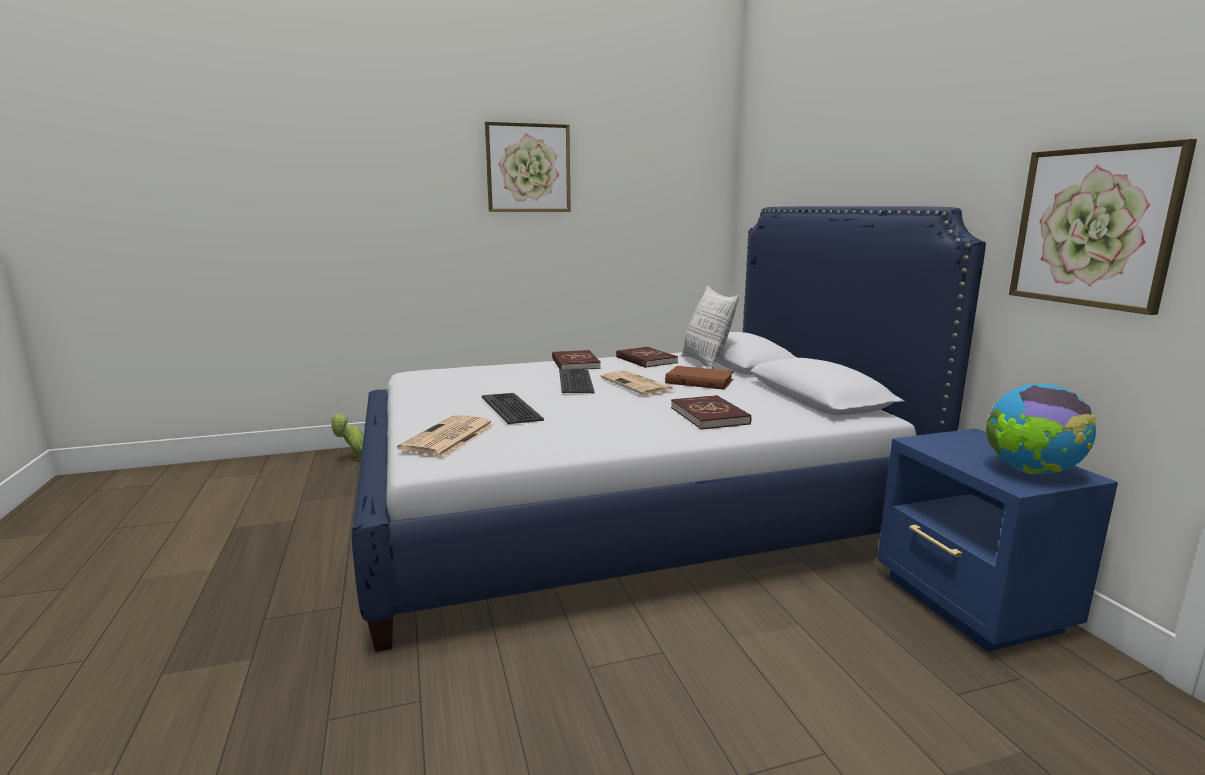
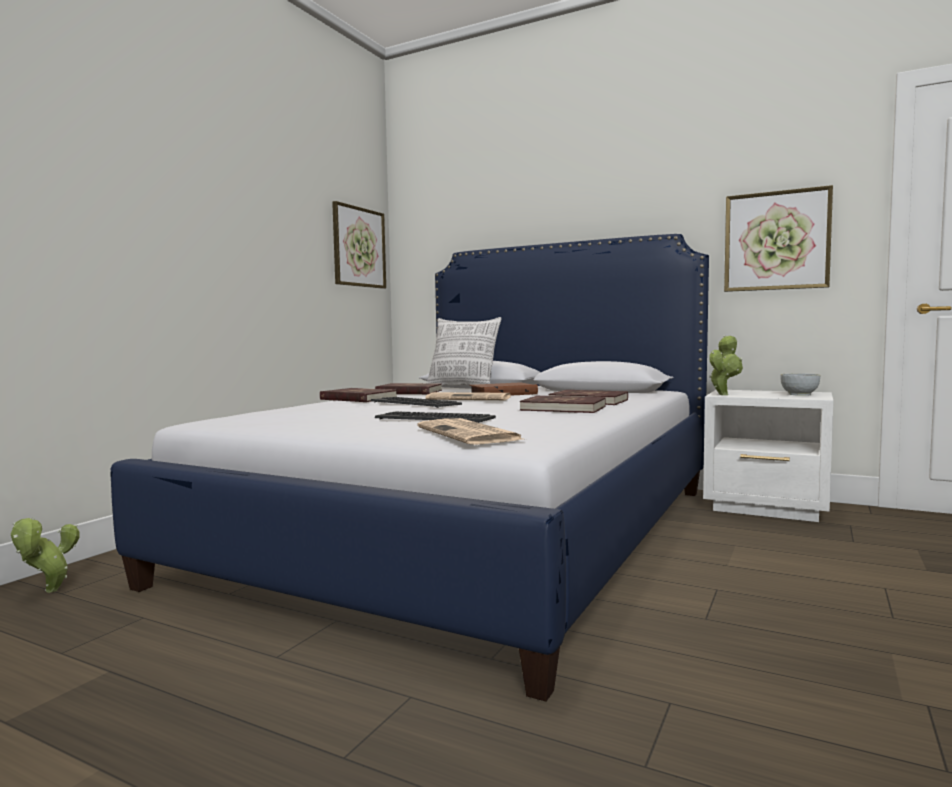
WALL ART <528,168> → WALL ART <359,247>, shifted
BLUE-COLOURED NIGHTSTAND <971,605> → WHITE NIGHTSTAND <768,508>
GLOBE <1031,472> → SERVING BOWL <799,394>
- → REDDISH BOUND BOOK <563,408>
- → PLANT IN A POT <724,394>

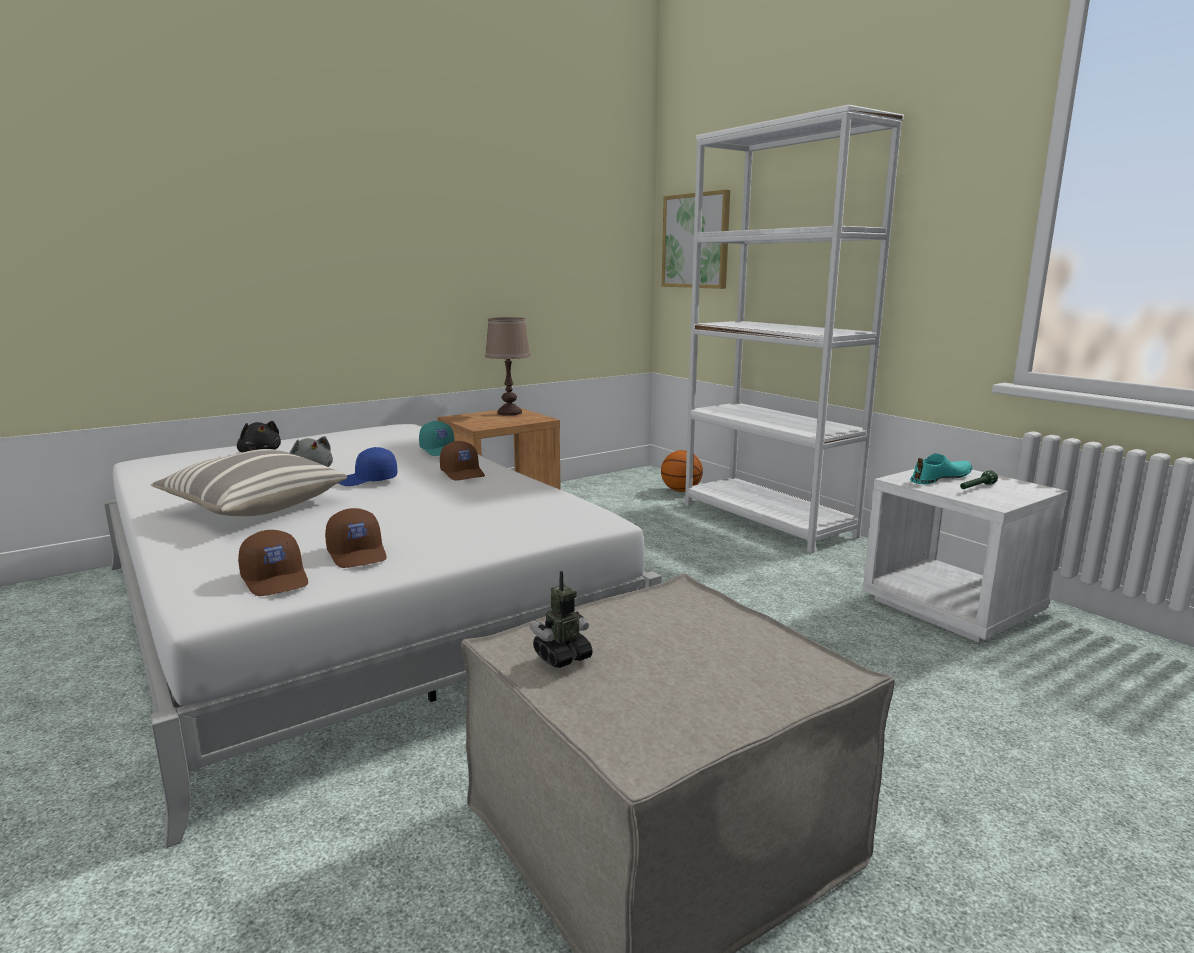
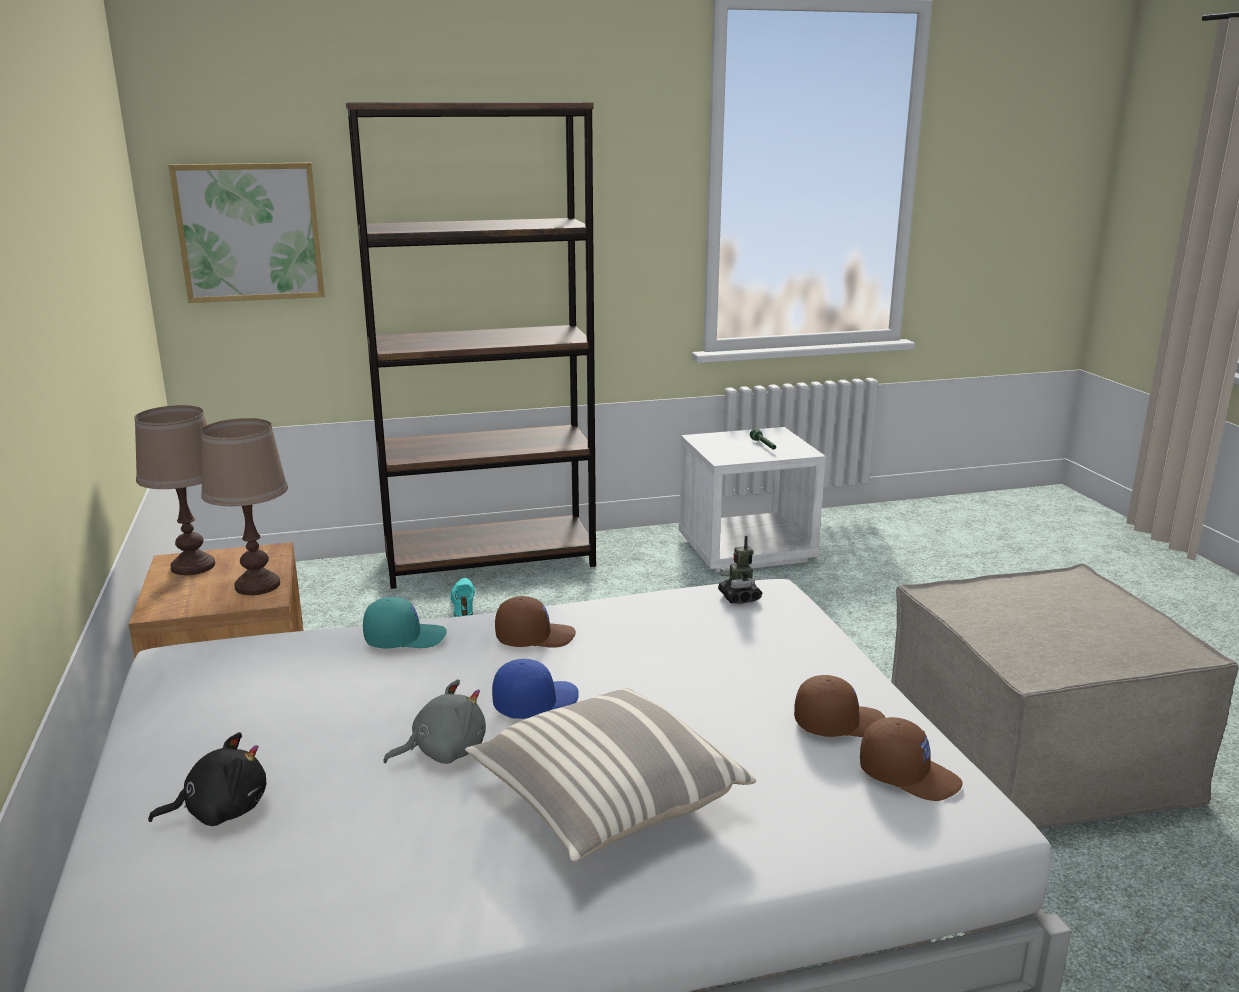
BROWN PEAKED CAP <277,580> → BROWN PEAKED CAP <909,775>, 45 degrees clockwise
BLUE-COLOURED PEAKED CAP <367,480> → BLUE-COLOURED PEAKED CAP <535,702>, 135 degrees counterclockwise
MODEL ROBOT <562,657> → MODEL ROBOT <739,597>, shifted
BASKETBALL BALL <681,491> → -
WHITE SHELVING UNIT <767,520> → BROWN SHELVING UNIT <490,560>
TURQUOISE SHOE <941,478> → TURQUOISE SHOE <464,603>, shifted
- → BROWN LAMP FOR A TABLE <257,586>

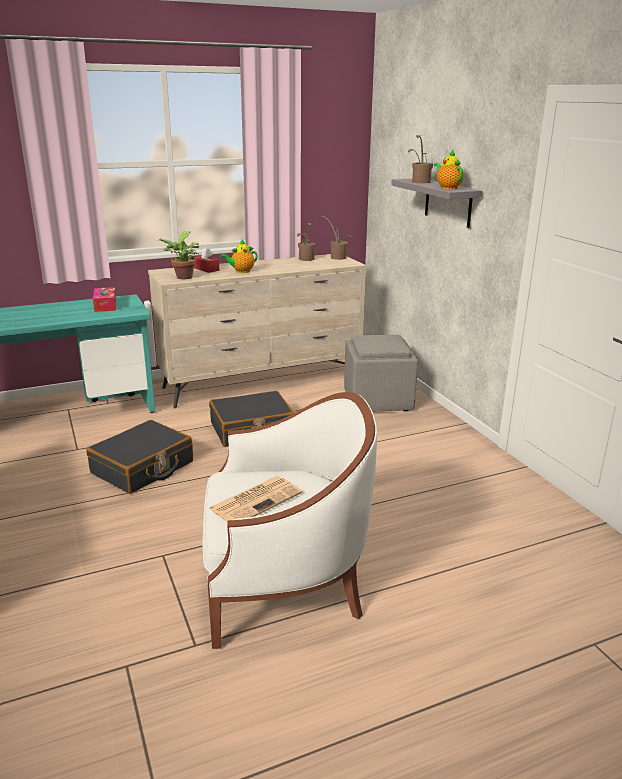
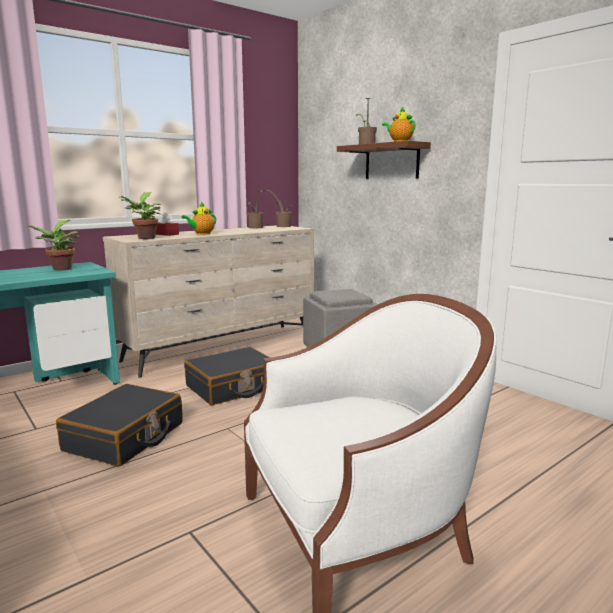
TISSUE BOX <105,305> → PLANT IN A POT <60,269>
NEWSPAPER <256,500> → -
GRAY SHELF <448,202> → BROWN SHELF <391,161>

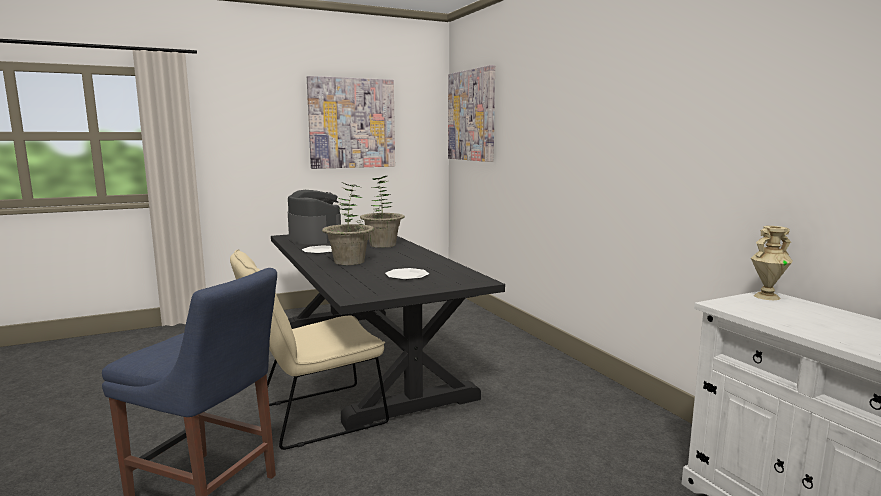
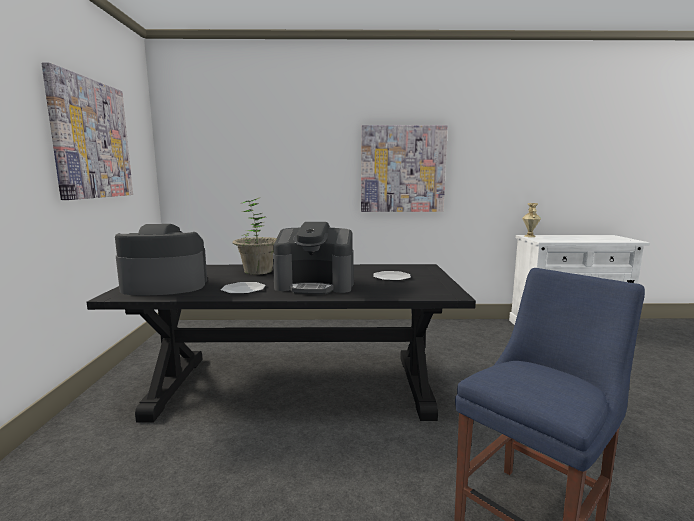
BEIGE PLAIN CHAIR <312,417> → -
PLANT IN A POT <349,261> → COFFEE MAKER <315,285>
WALL ART <472,115> → WALL ART <402,169>, shifted

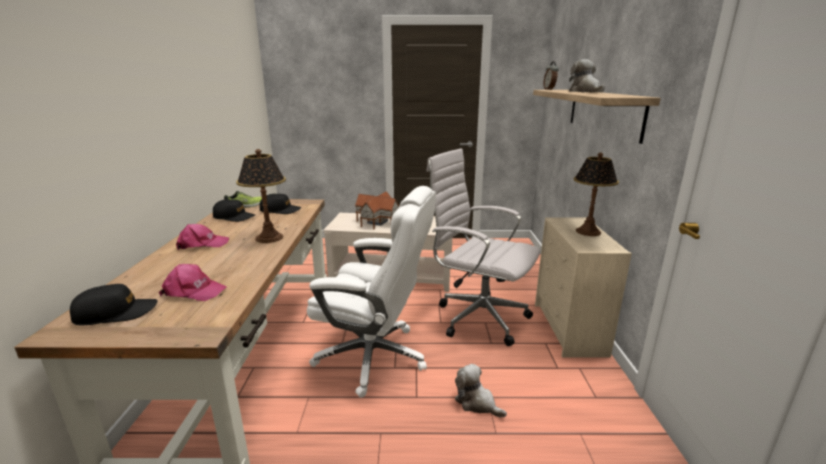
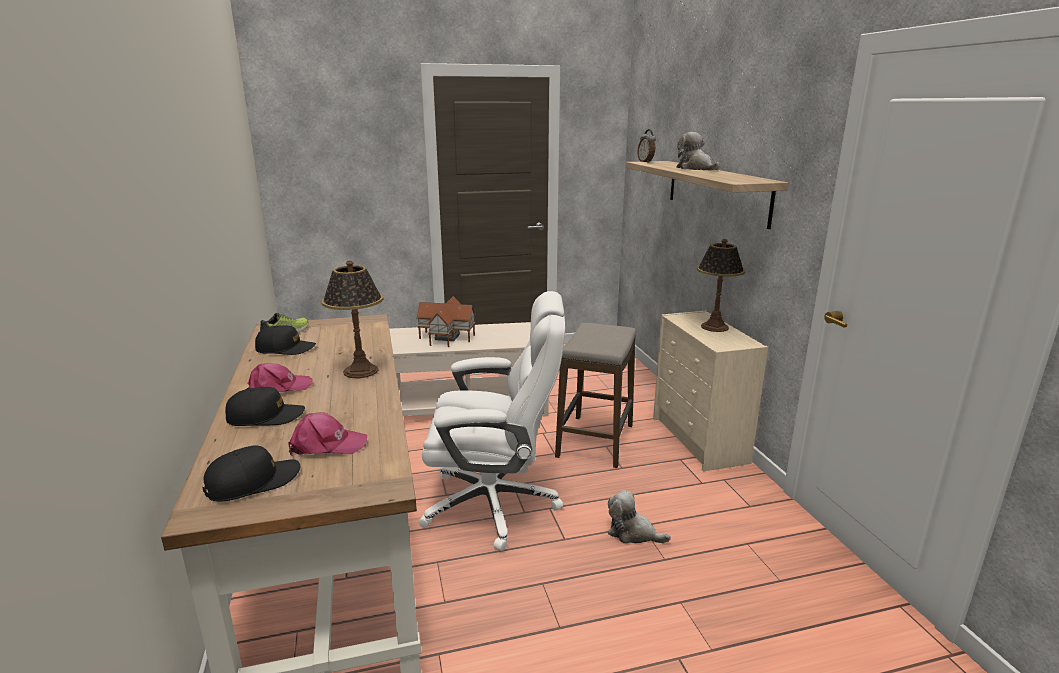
BLACK-COLOURED PEAKED CAP <280,210> → BLACK-COLOURED PEAKED CAP <266,417>, shifted
WHITE DESK CHAIR <478,317> → SITTING STOOL <595,441>

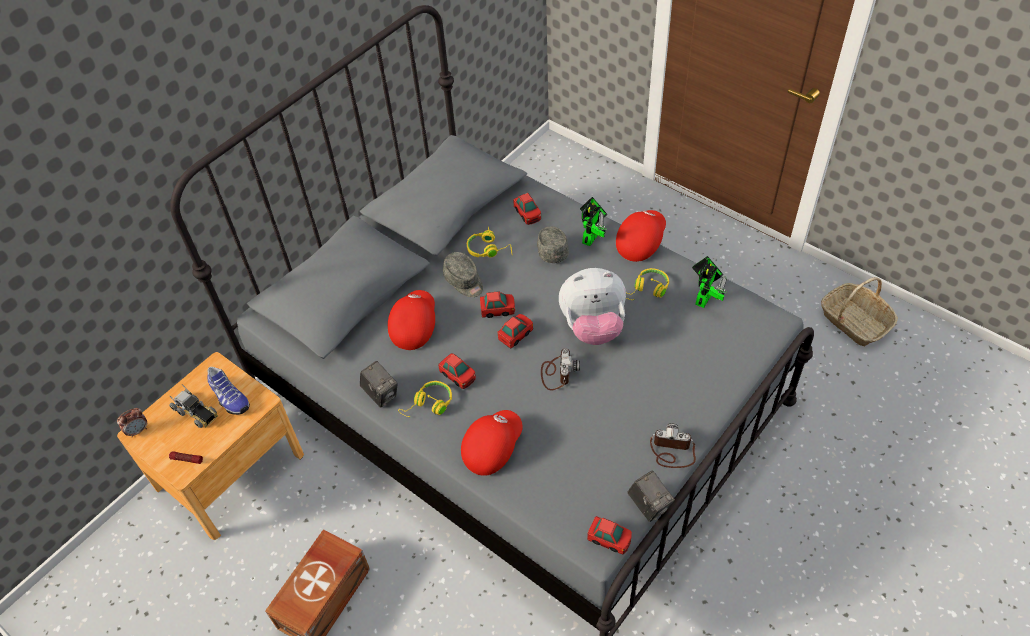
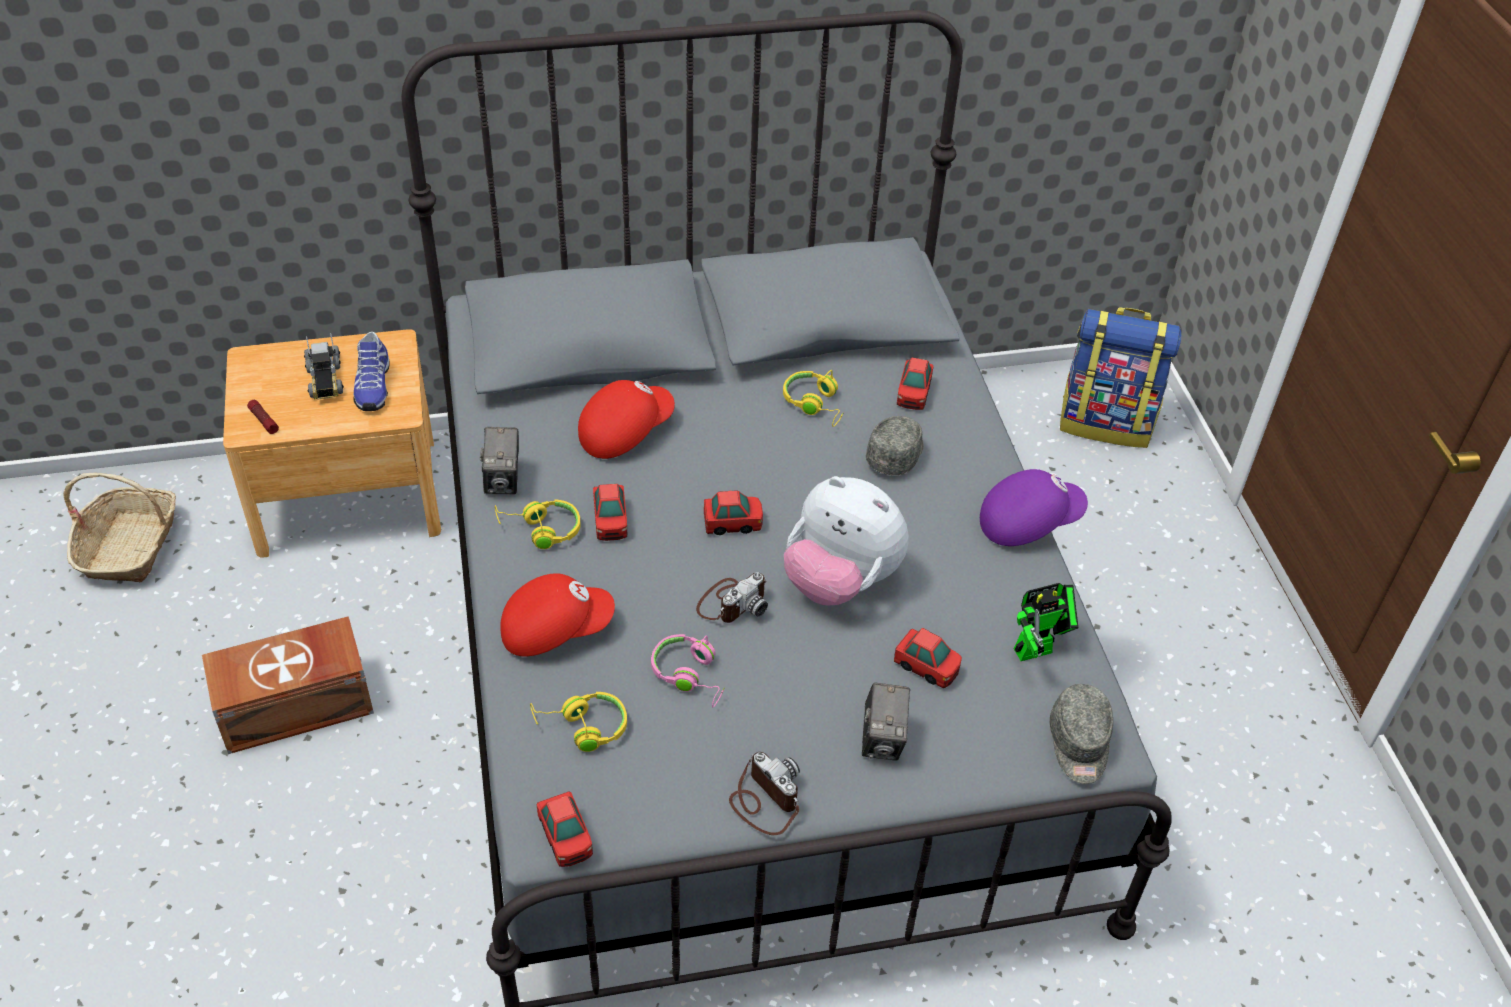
BEDSIDE CLOCK <138,430> → -
GRAY PEAKED CAP <464,281> → GRAY PEAKED CAP <1079,744>, shifted
MINIATURE CAR <498,310> → MINIATURE CAR <927,667>, shifted
MODEL ROBOT <591,236> → -
REDDISH PEAKED CAP <640,241> → PURPLE PEAKED CAP <1028,521>
YELLOWISH PAIR OF HEADPHONES <647,290> → YELLOWISH PAIR OF HEADPHONES <582,727>, shifted
PHOTO CAMERA <649,505> → PHOTO CAMERA <882,740>, shifted
BASKET <854,321> → BASKET <130,546>, shifted
- → PINKISH PAIR OF HEADPHONES <690,675>
- → RUCKSACK <1106,422>

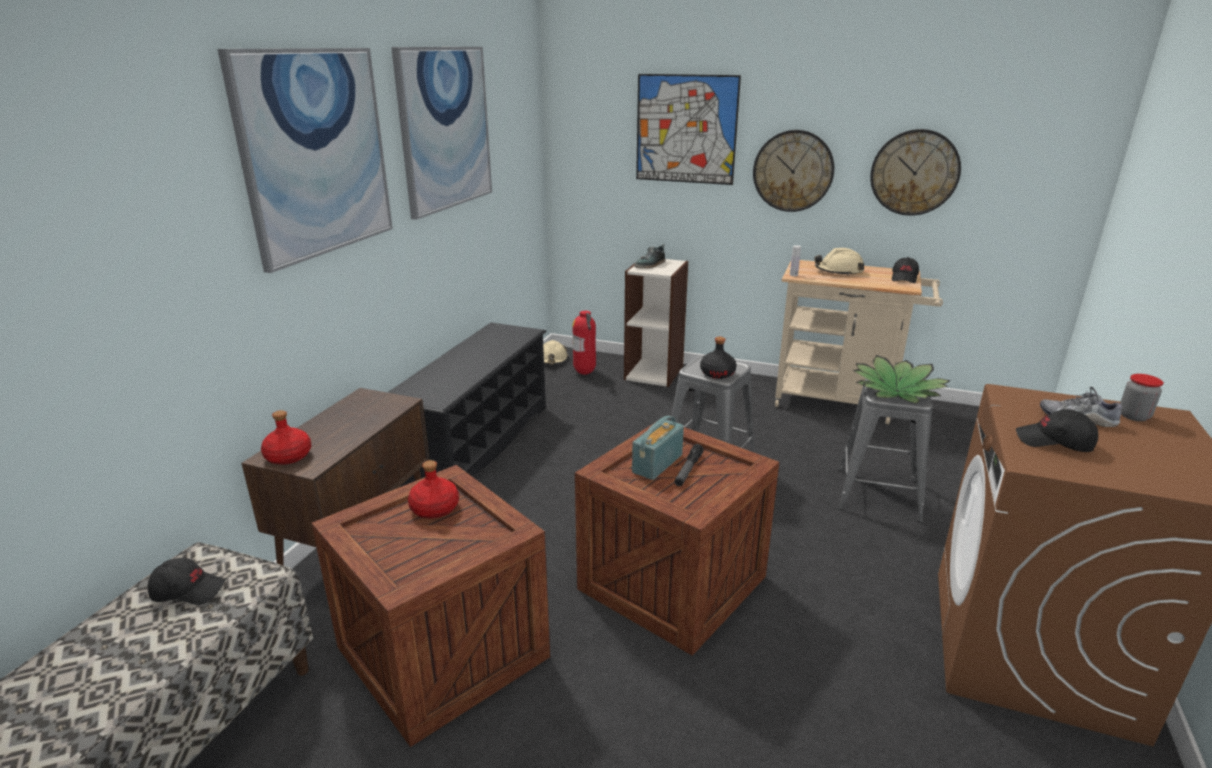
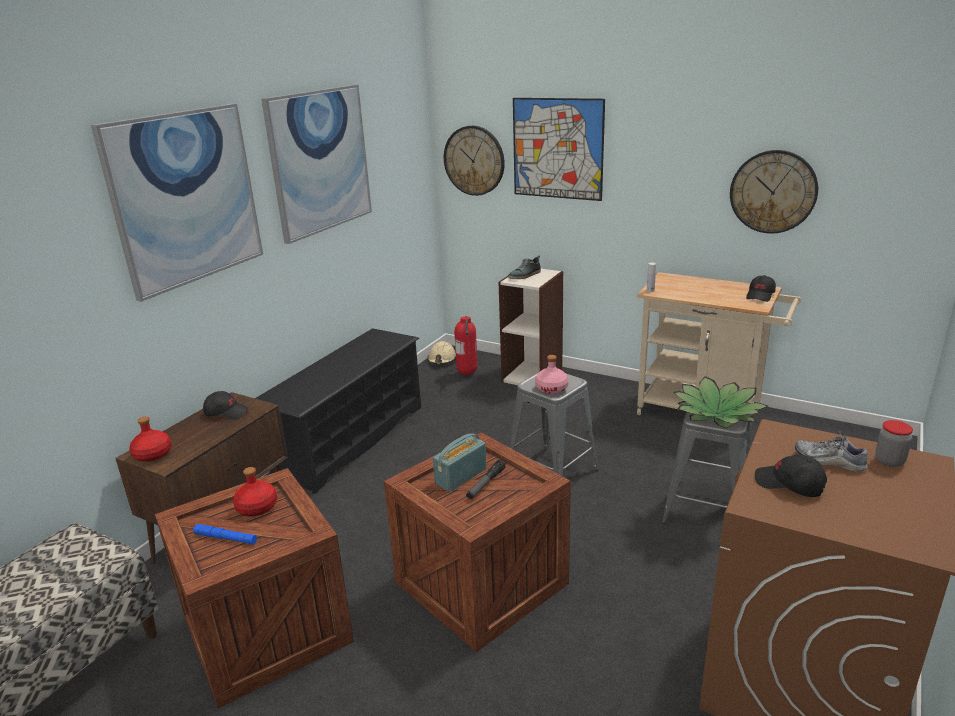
BLACK-COLOURED PEAKED CAP <188,590> → BLACK-COLOURED PEAKED CAP <226,412>, shifted
BLACK-COLOURED BEVERAGE BOTTLE <717,373> → PINKISH BEVERAGE BOTTLE <551,388>
HANGING CLOCK <793,171> → HANGING CLOCK <474,160>, shifted
BEIGE SAFETY HELMET <839,271> → -
- → BLUE-COLOURED FLASHLIGHT <226,538>

